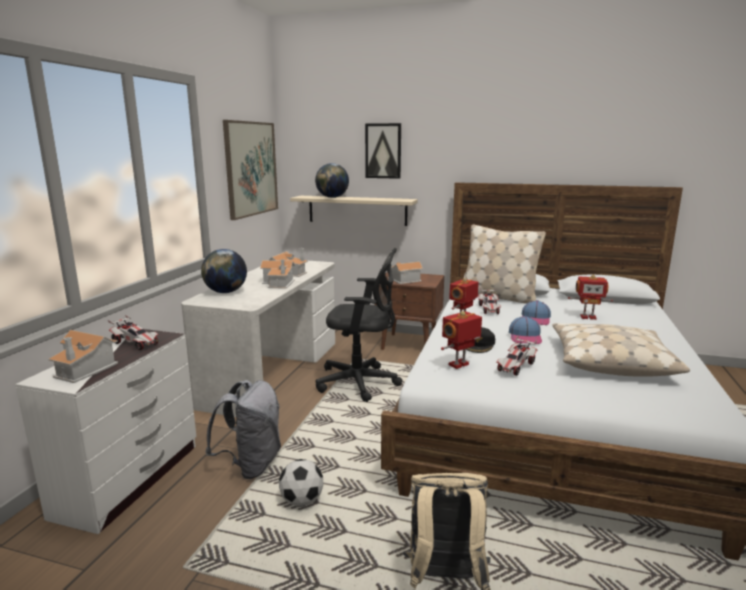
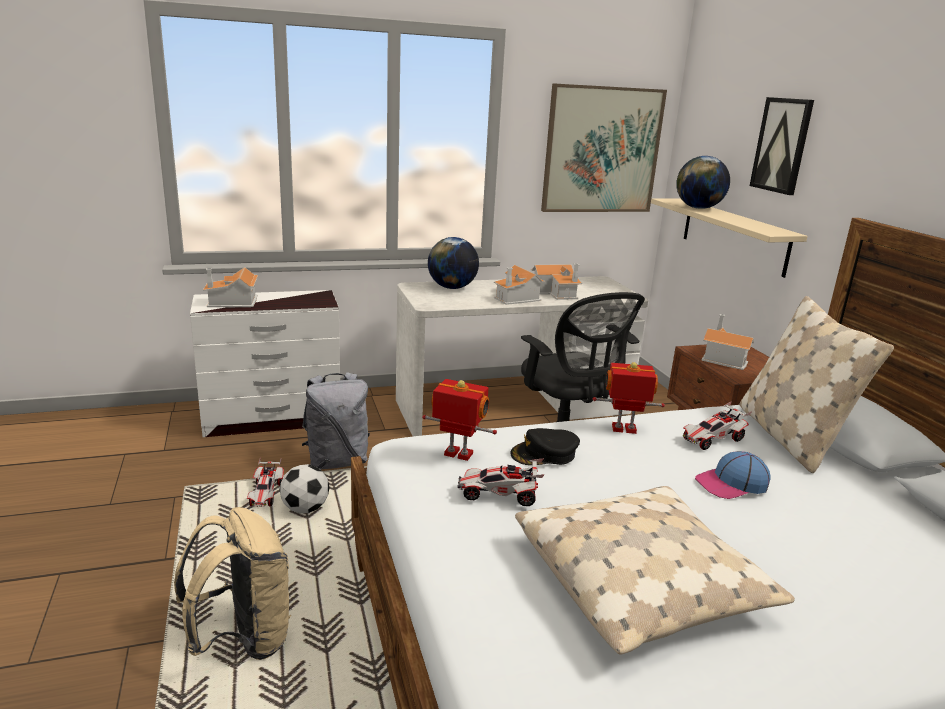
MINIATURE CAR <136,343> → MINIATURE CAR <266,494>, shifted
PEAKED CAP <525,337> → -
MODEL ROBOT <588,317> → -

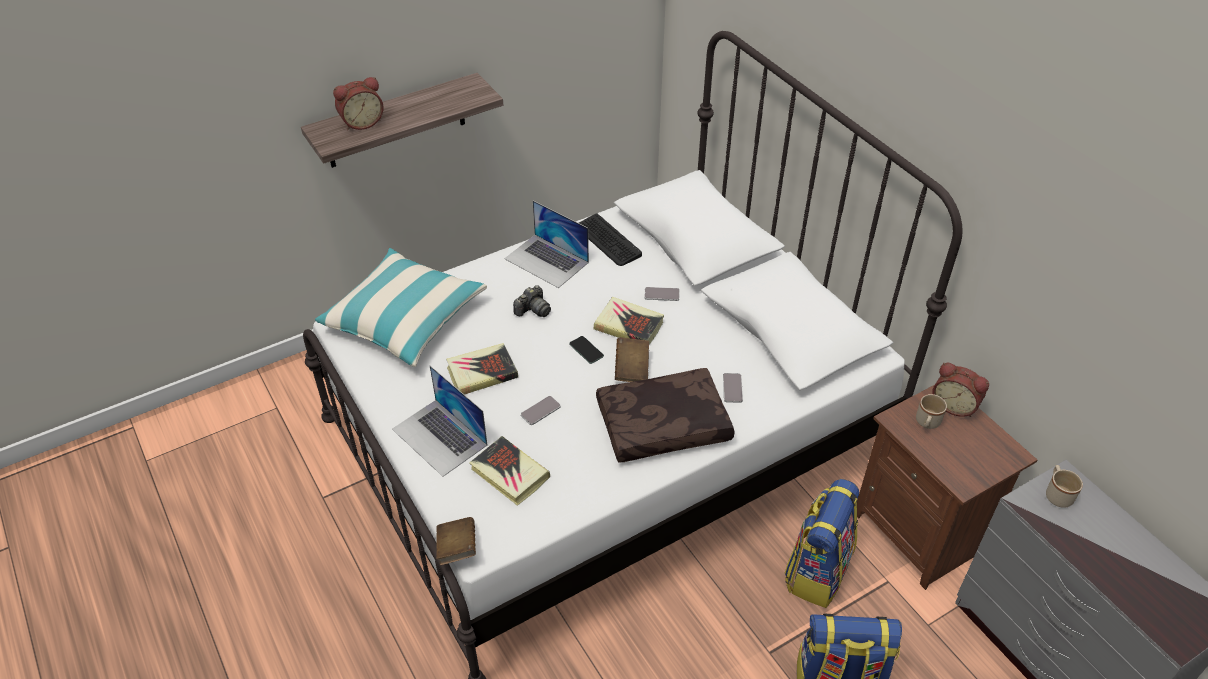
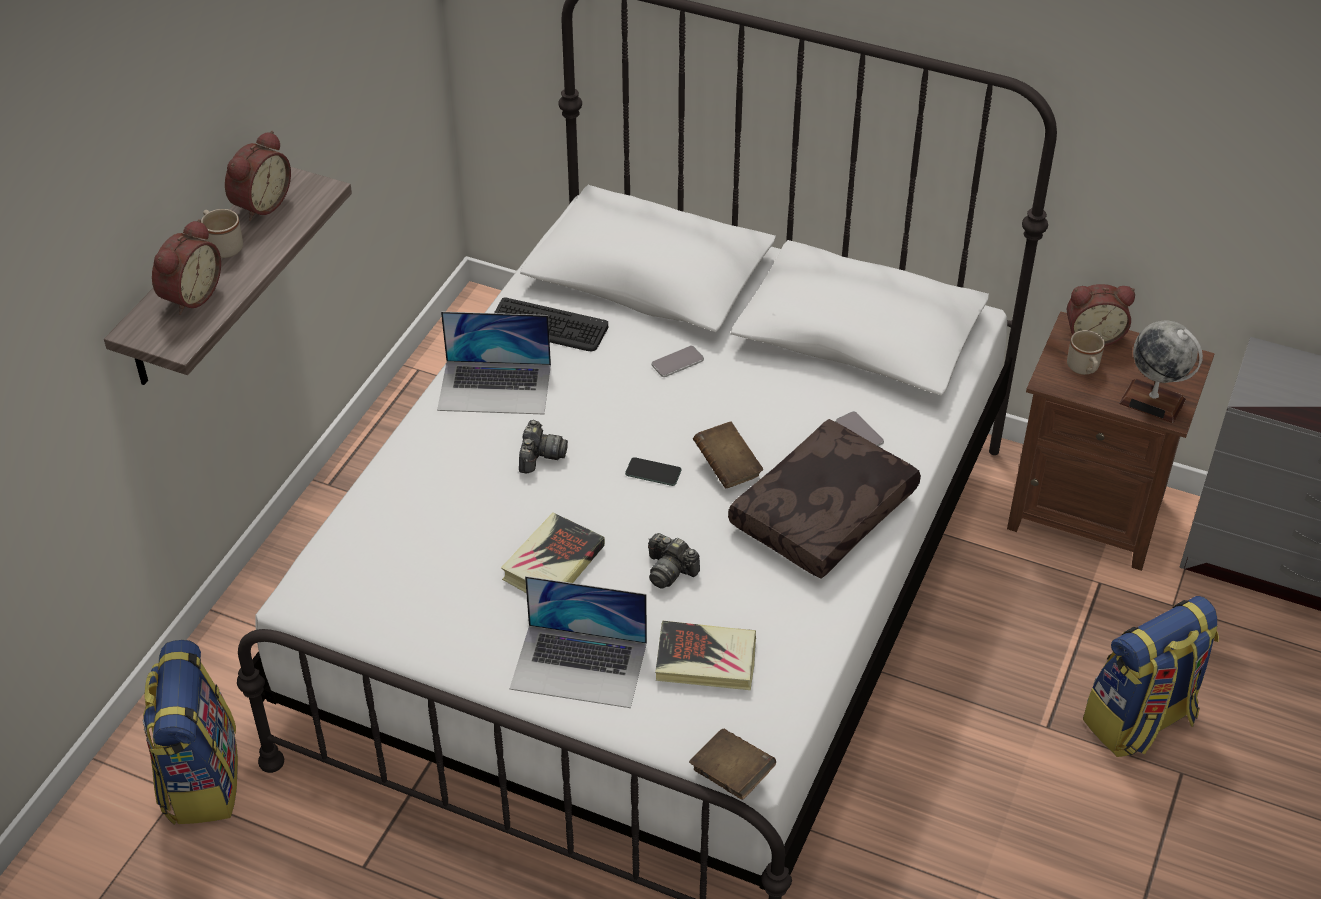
CUSHION <404,319> → -
PHONE <540,411> → PHOTO CAMERA <669,570>
BOUND BOOK <628,326> → -
RUCKSACK <817,571> → RUCKSACK <200,778>, shifted
BEIGE TEA MUG <1057,494> → BEIGE TEA MUG <222,245>, shifted
- → BEDSIDE CLOCK <259,204>
- → GLOBE <1152,401>

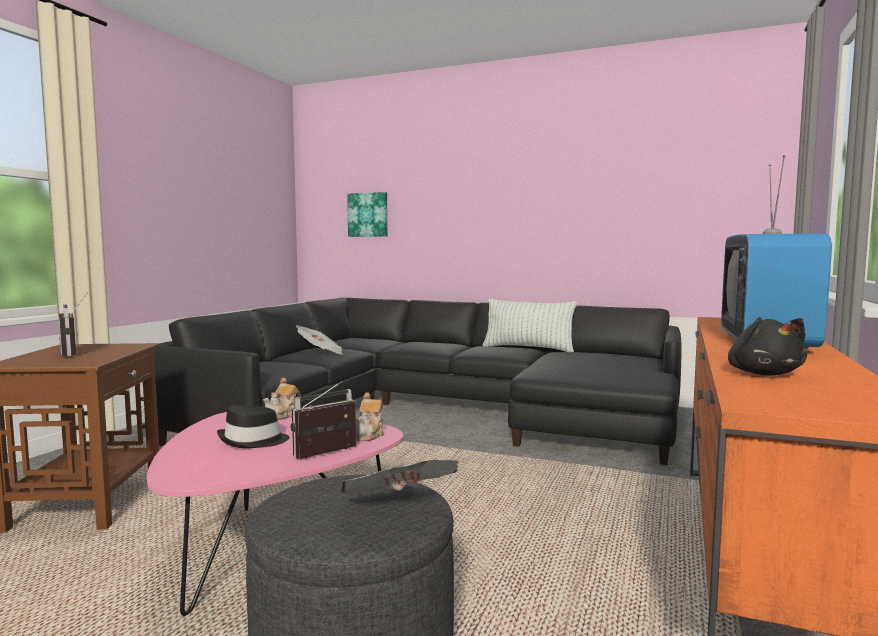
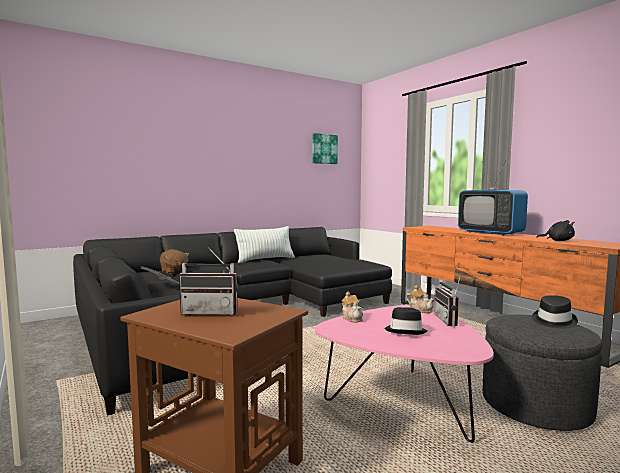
NEWSPAPER <397,512> → BLACK-COLOURED CLOTHING HAT <553,321>
WALL ART <368,215> → WALL ART <324,149>, shifted
- → BROWN SOFT TOY <174,271>

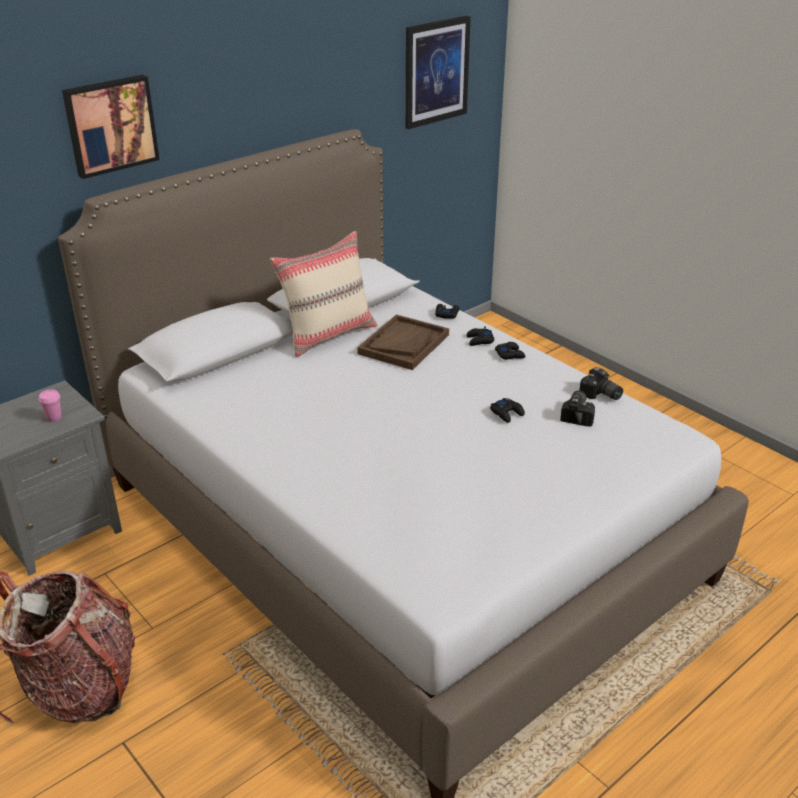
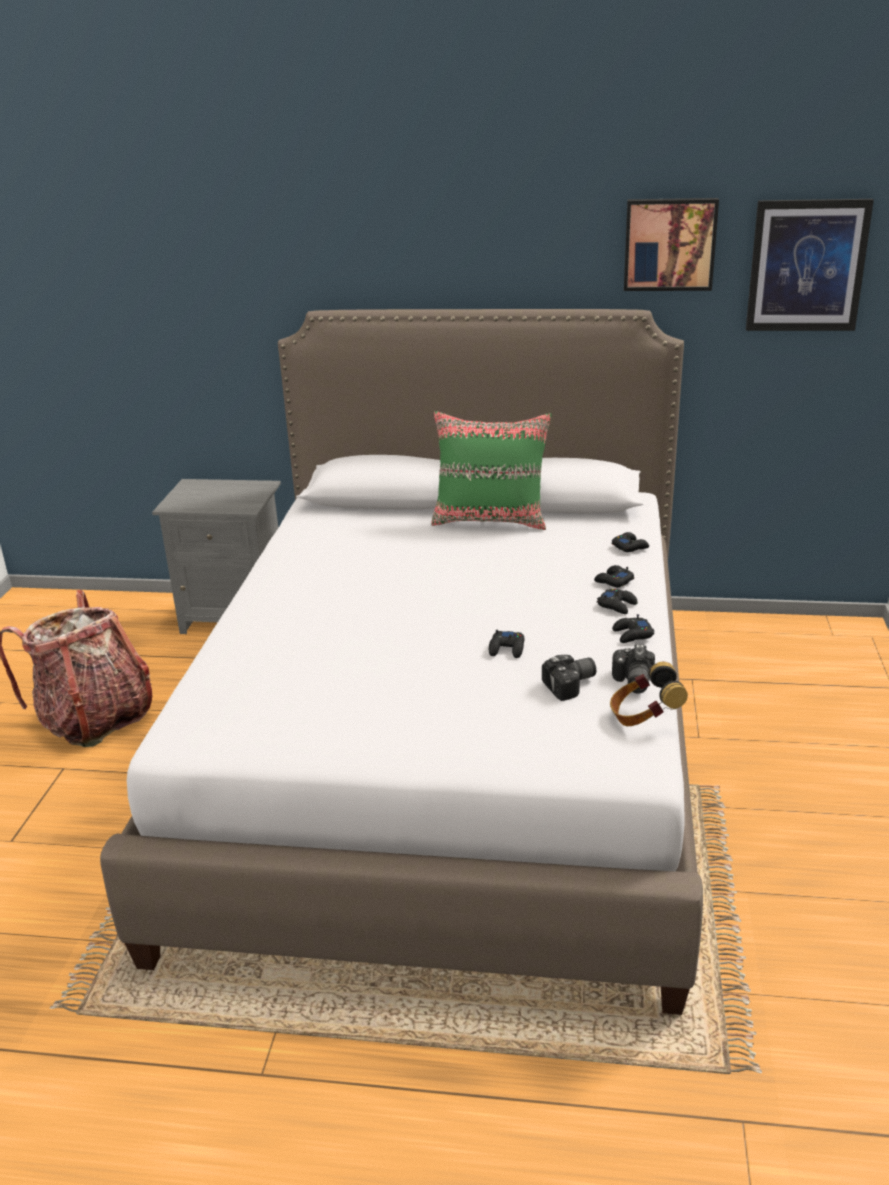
PINKISH SMALL CUP <54,418> → -
WALL ART <110,125> → WALL ART <669,244>, shifted
BEIGE CUSHION <328,335> → GREENISH CUSHION <491,520>
BROWN SERVING TRAY <403,344> → -
- → PAIR OF HEADPHONES <644,717>
- → BLACK-COLOURED GAME CONTROLLER <632,635>

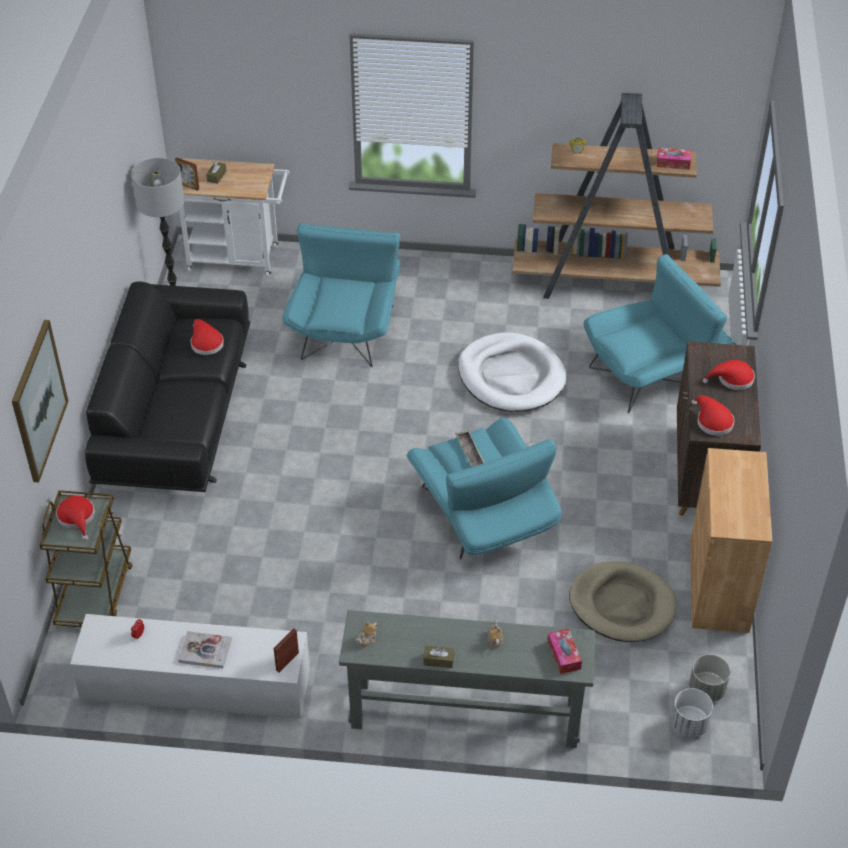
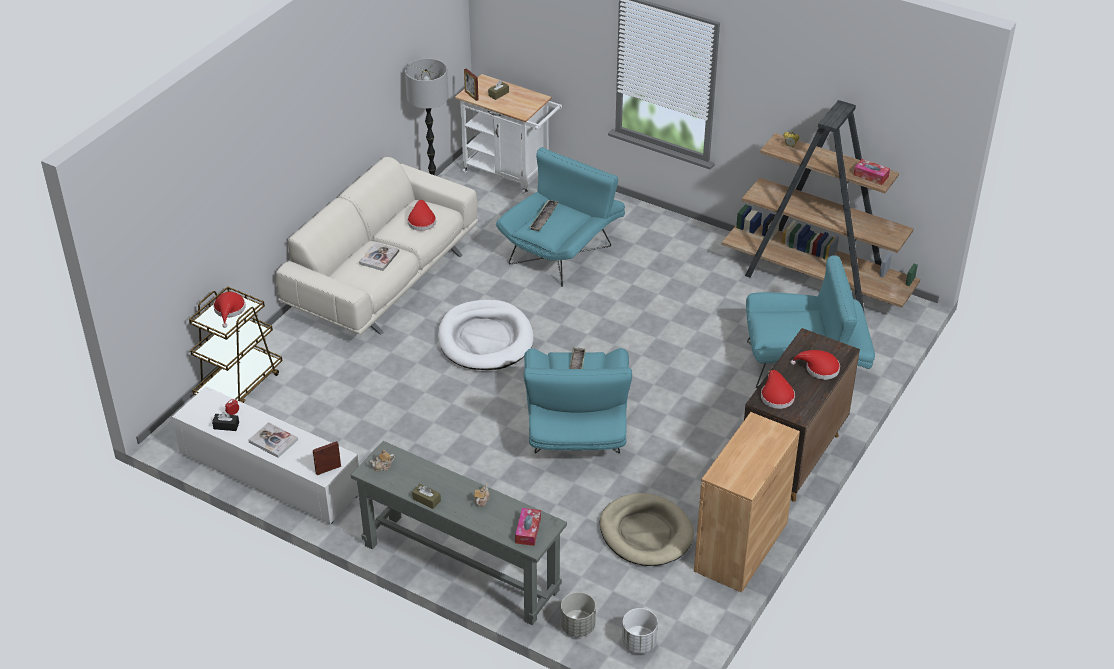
WALL ART <38,401> → -
BLACK-COLOURED SETTEE <177,416> → BEIGE SETTEE <383,277>
WHITE DOG CUSHION <511,376> → WHITE DOG CUSHION <485,339>, shifted
GRAY PLANTER <706,690> → GRAY PLANTER <577,626>, shifted
- → BLACK-COLOURED TISSUE BOX <226,426>
- → BOUND BOOK <379,257>
- → SERVING TRAY <544,217>

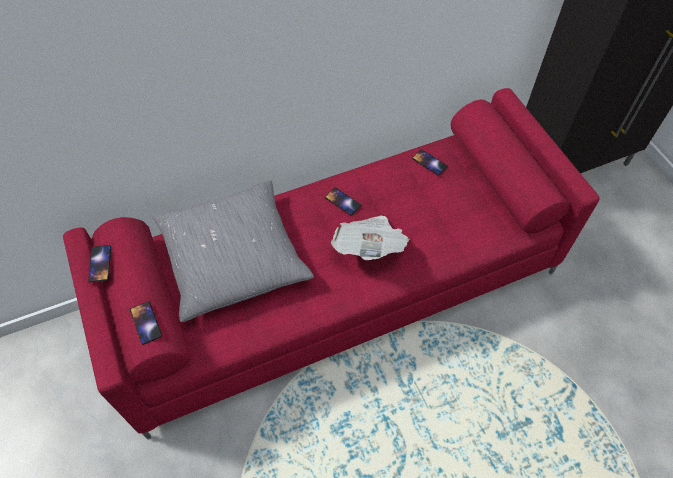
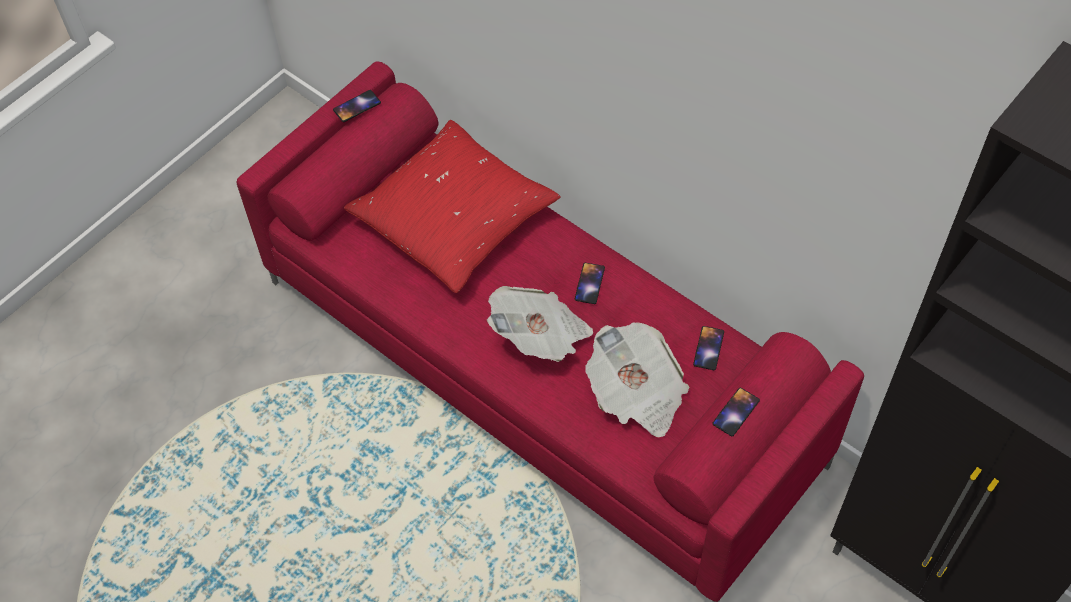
PHONE <146,323> → PHONE <735,412>, shifted
GRAY CUSHION <233,257> → REDDISH CUSHION <454,218>
- → NEWSPAPER <637,394>

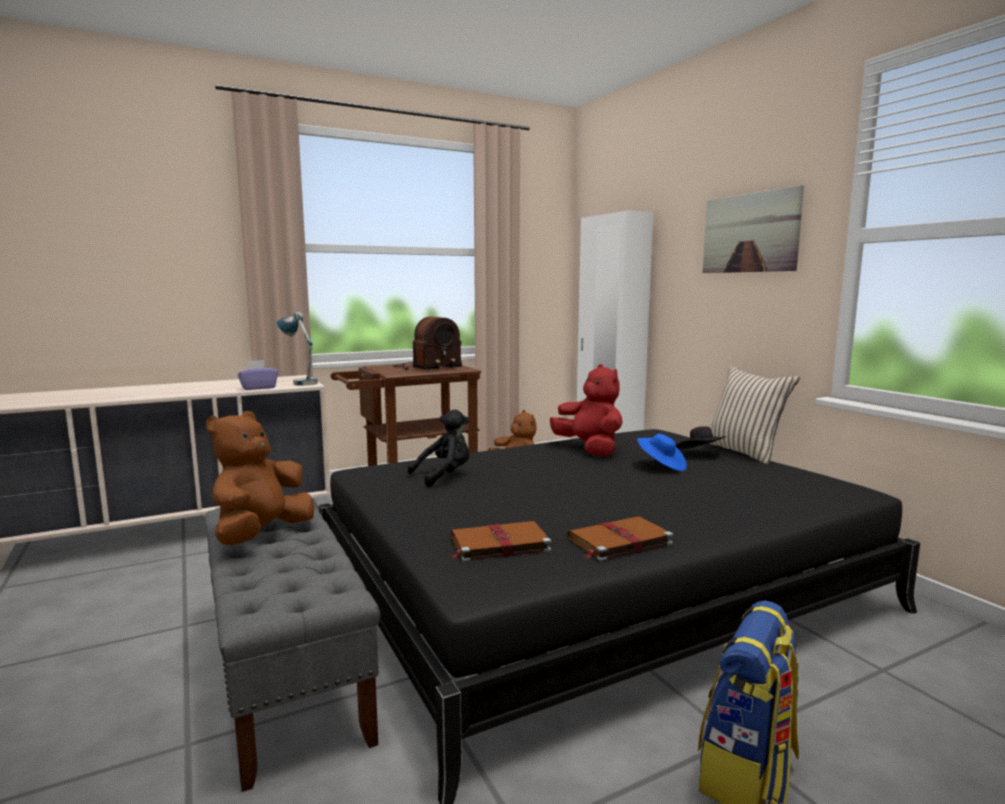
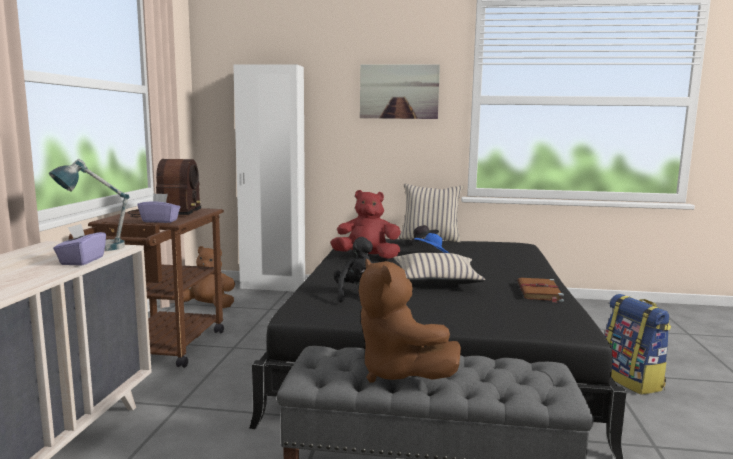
BROWN BOUND BOOK <498,544> → -
- → PURPLE TISSUE BOX <160,221>
- → BEIGE CUSHION <436,280>

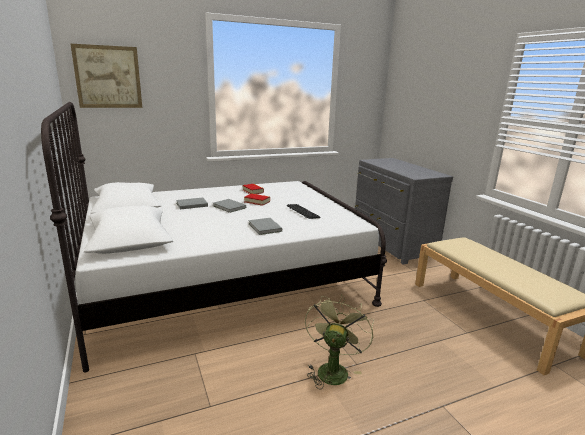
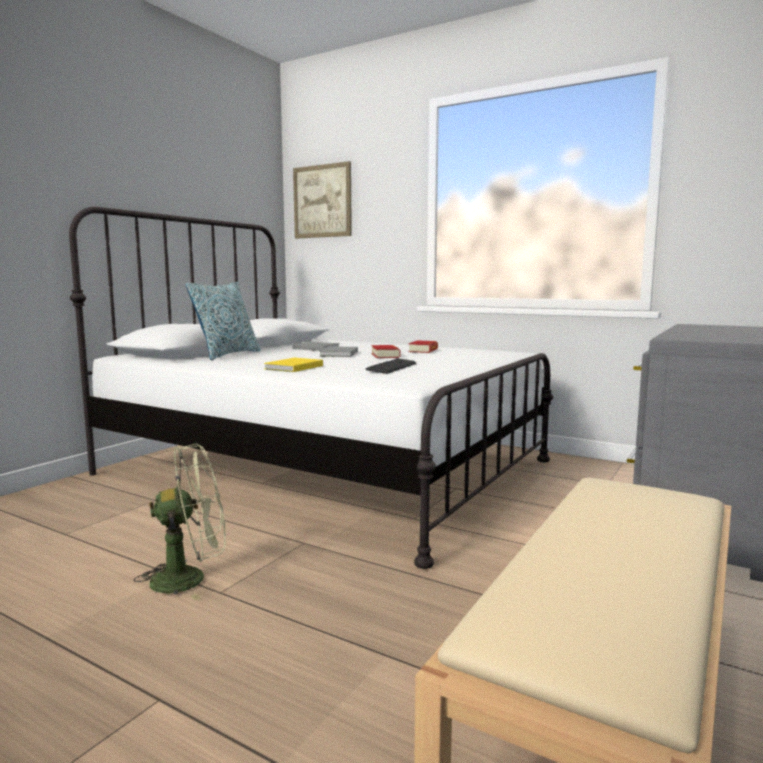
GRAY BOUND BOOK <264,228> → YELLOWISH BOUND BOOK <292,367>
- → CUSHION <227,354>

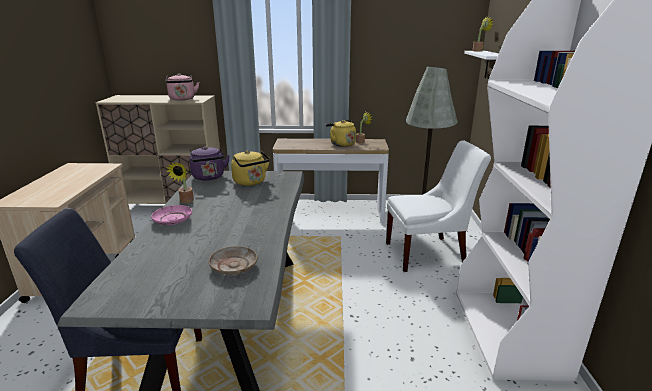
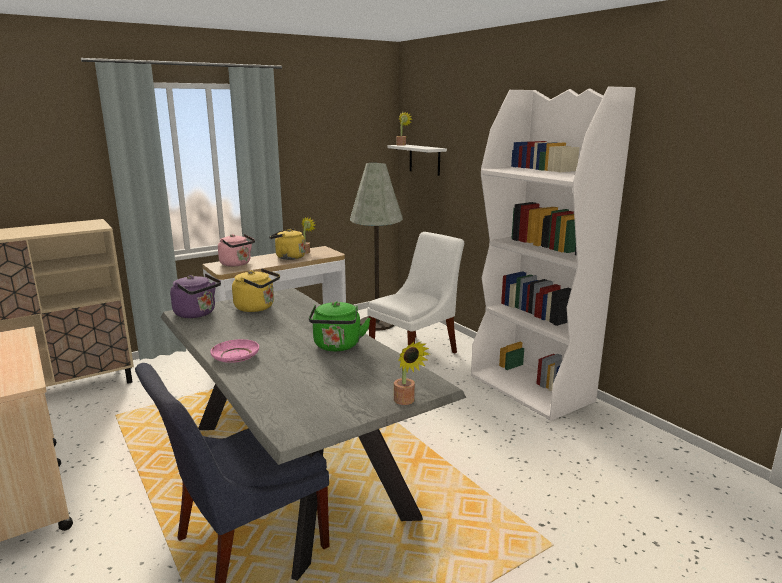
PINKISH KETTLE <182,99> → PINKISH KETTLE <237,264>, shifted
PLANT IN A POT <185,201> → PLANT IN A POT <406,401>, shifted
BEIGE DINNER PLATE <233,266> → -
- → GREENISH KETTLE <337,346>

